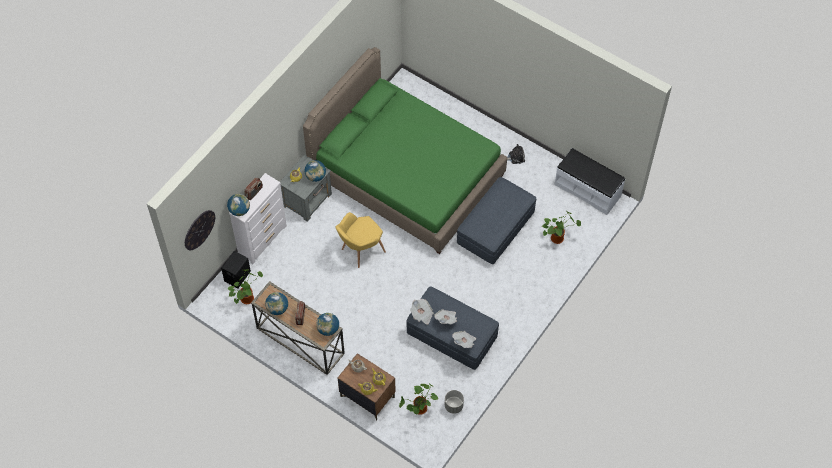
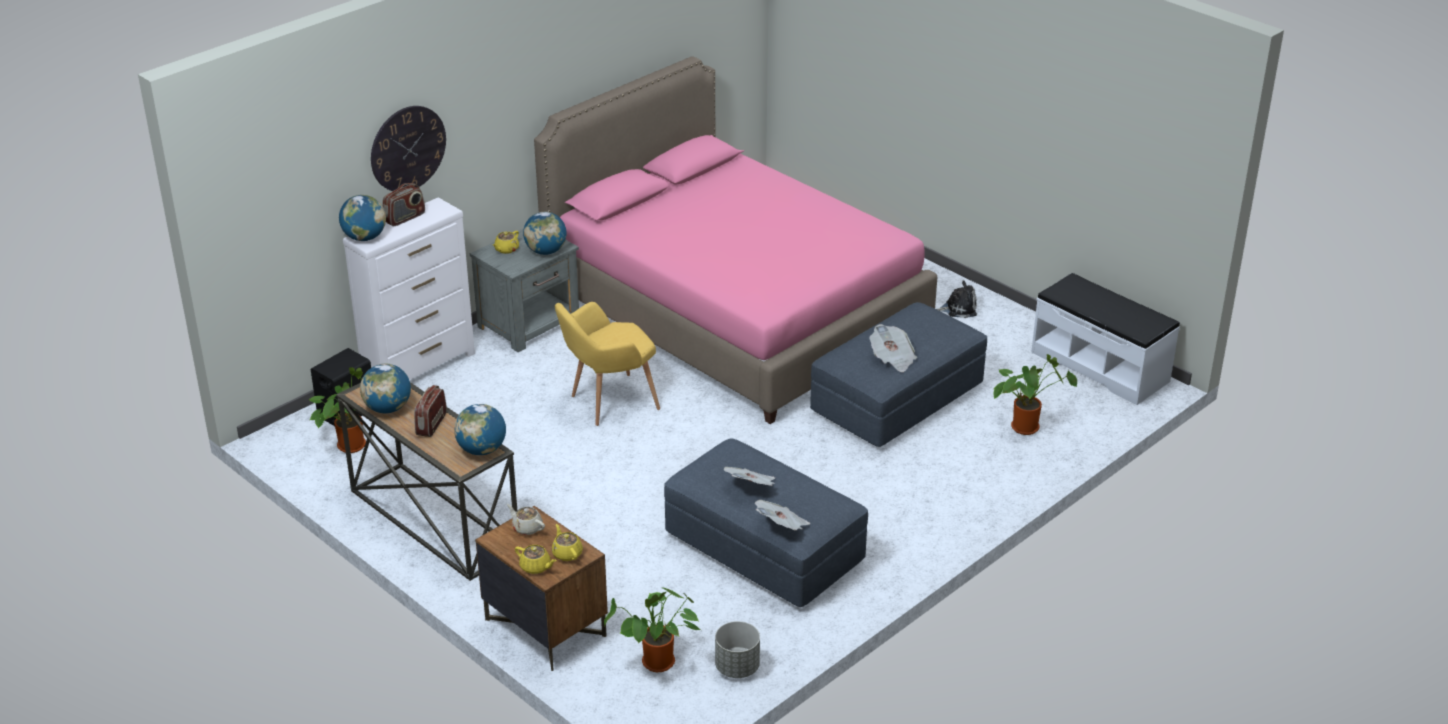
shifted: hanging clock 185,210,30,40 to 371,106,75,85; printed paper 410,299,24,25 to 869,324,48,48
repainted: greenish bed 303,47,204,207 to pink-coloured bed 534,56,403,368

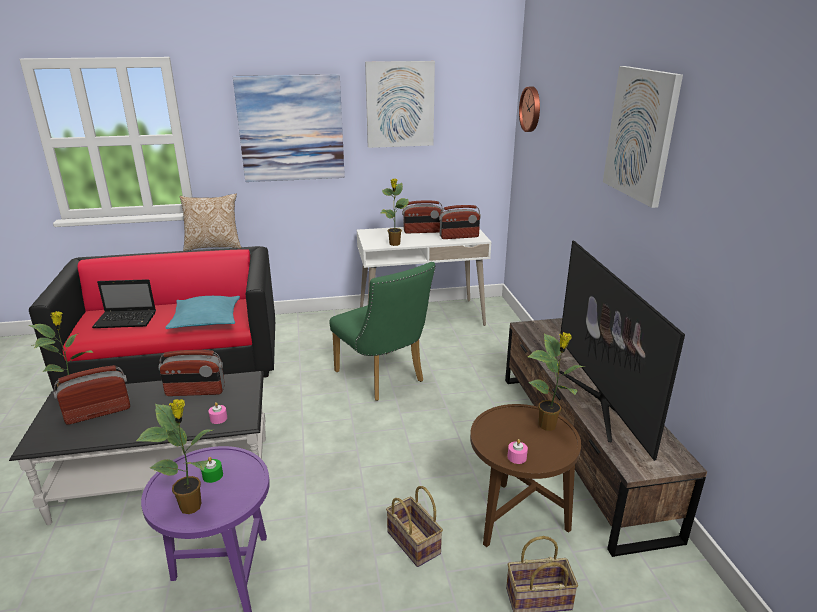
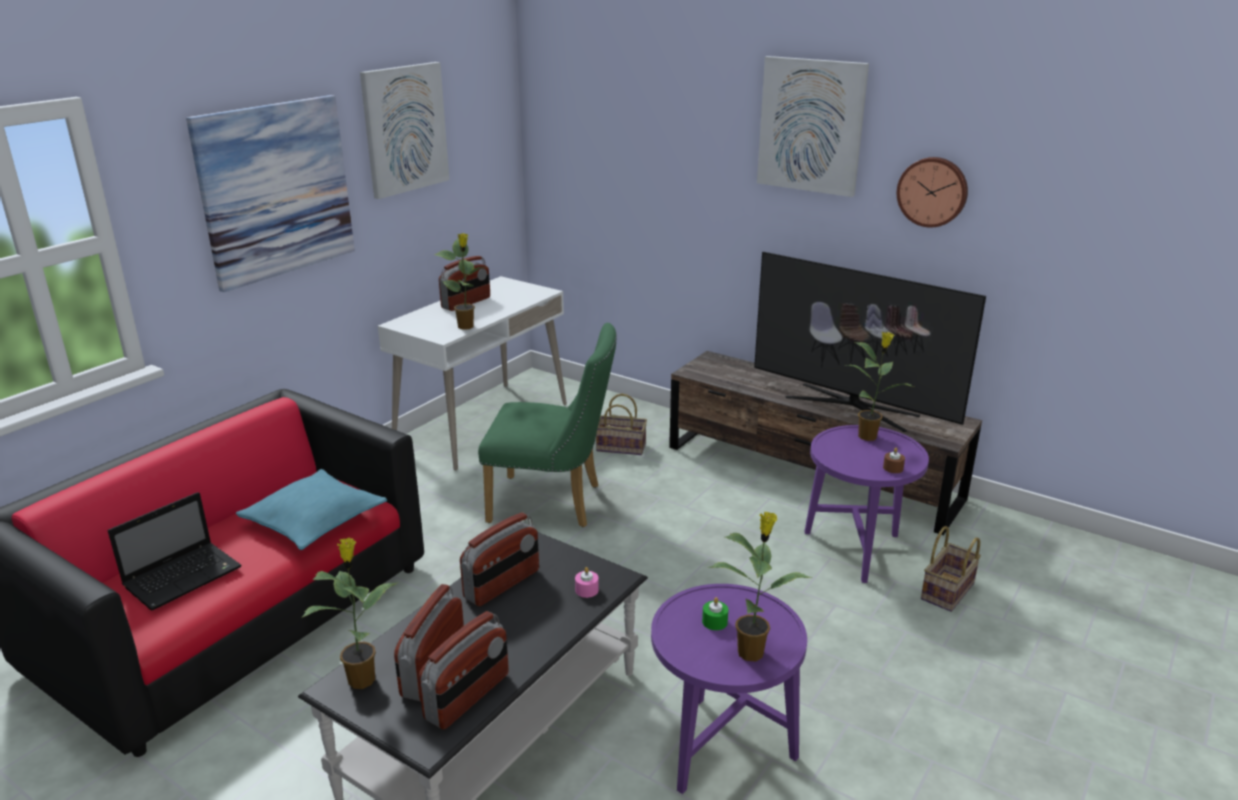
gone: cushion 179,194,62,57
shifted: radio 439,205,42,34 to 418,611,91,118; basket 386,486,57,81 to 596,393,51,62; hanging clock 519,87,21,45 to 897,157,71,71
repainted: brown accent table 470,404,111,143 to purple accent table 805,425,124,158; pink-coloured wax light 507,439,21,25 to brown wax light 883,447,22,26

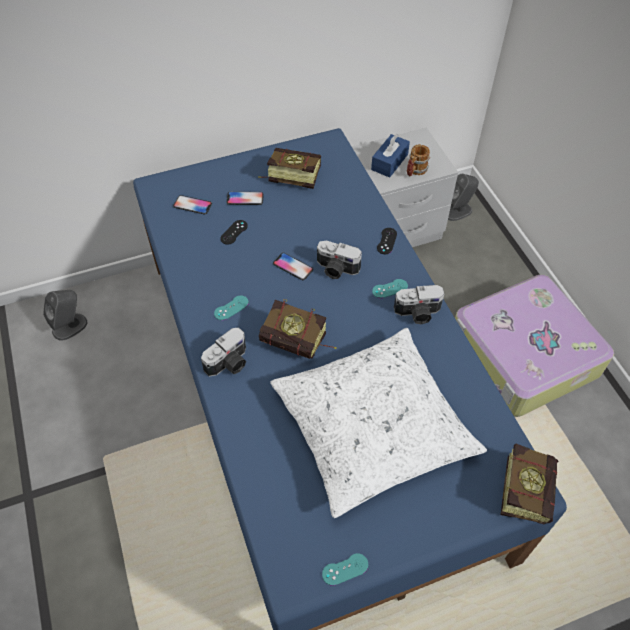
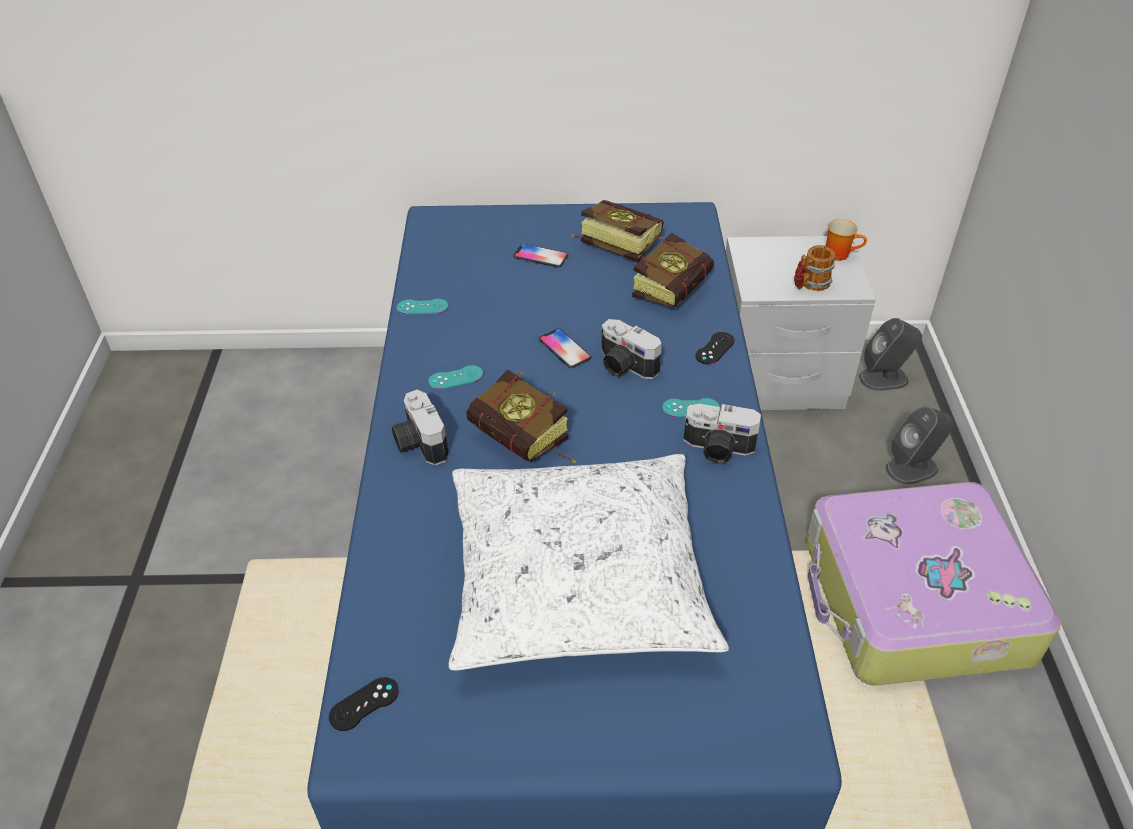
gone: phone 173,195,39,19; bluish tissue box 371,134,39,44
new: coffee mug 825,219,42,42
shifted: blackish gamepad 220,220,28,25 to 329,677,70,54; turquoise gamepad 322,553,46,33 to 397,299,51,16; bound book 501,444,58,81 to 632,233,82,75; greyish speaker 43,290,44,51 to 886,407,67,77
rotated: photo camera 201,327,45,50 = 391,389,58,77 90 degrees clockwise

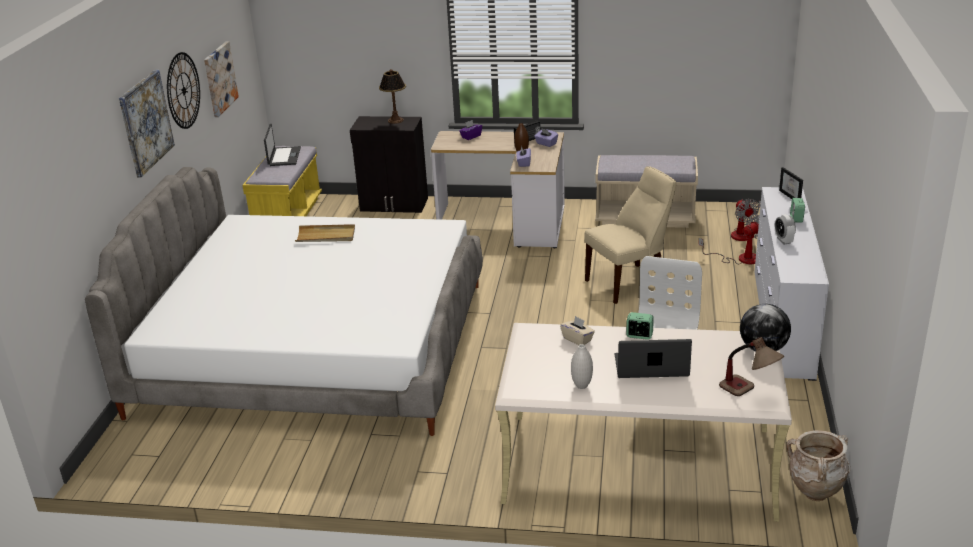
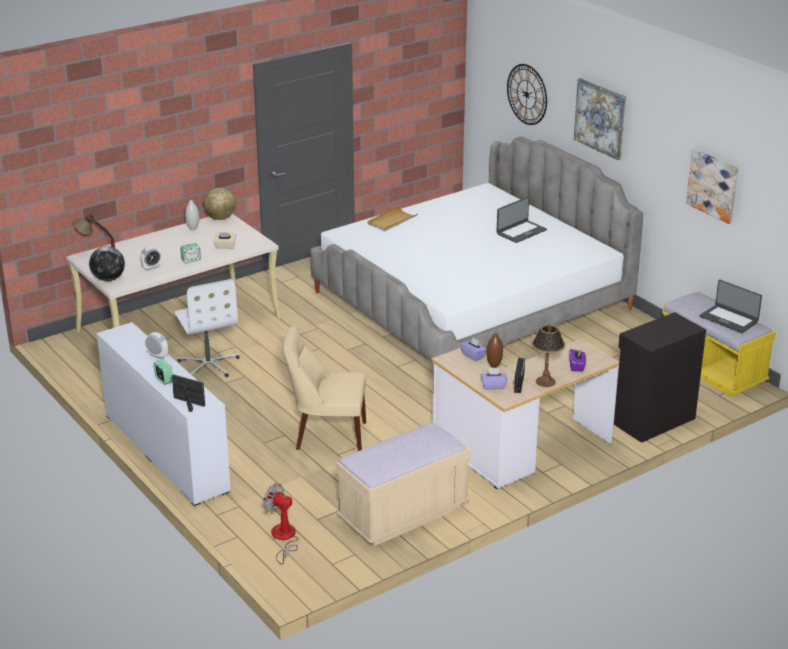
gone: fan 698,214,61,50; beige decorative vase 787,430,63,71
new: alarm clock 140,246,21,25; globe 203,188,33,32
shifted: beige carrying tray 295,224,60,18 to 368,206,50,25; laptop 615,339,77,39 to 497,197,50,46; hanging clock 167,52,33,77 to 507,64,40,61; tabletop lamp 379,69,27,55 to 532,324,33,63
rotated: beige upright chair 584,166,92,138 = 283,326,83,125 75 degrees clockwise

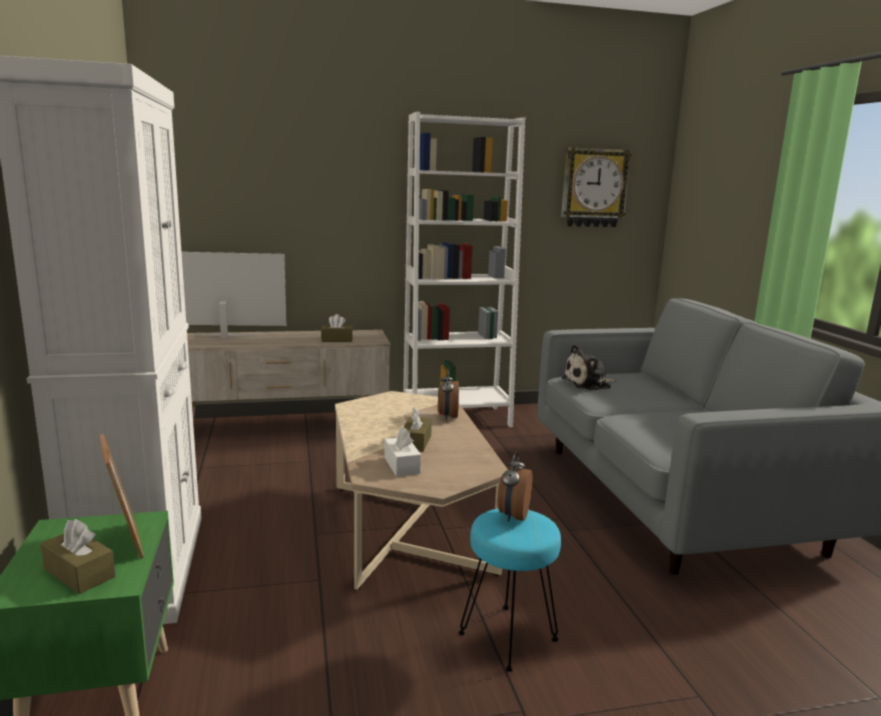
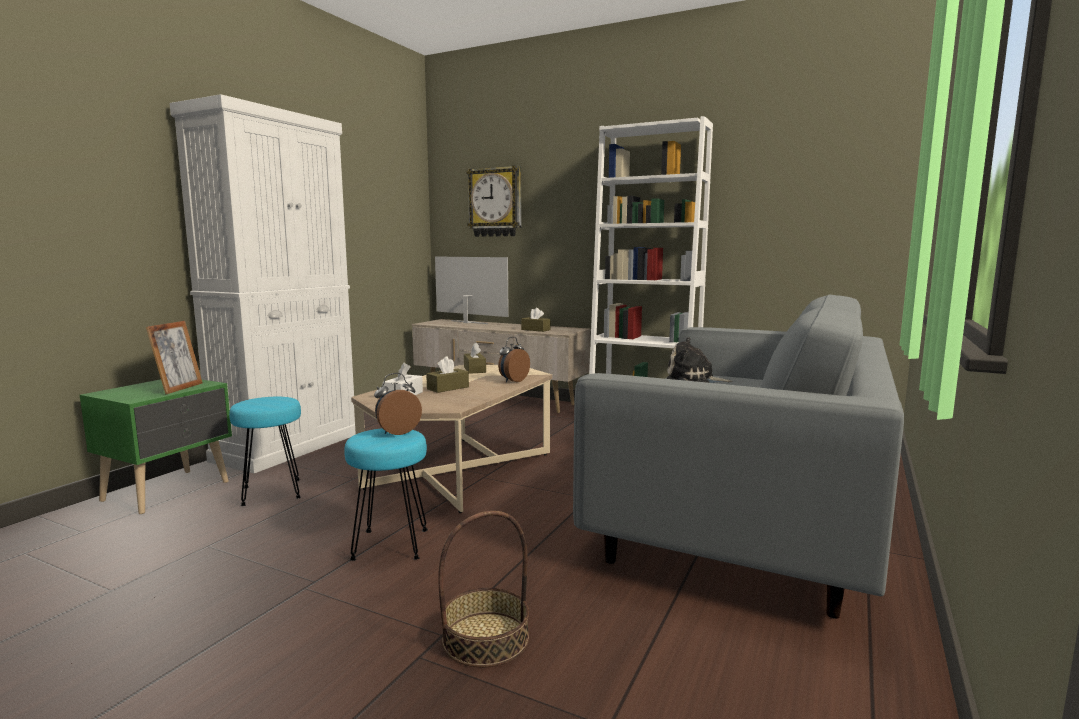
new: turquoise sitting stool 229,397,72,109; basket 438,511,91,156
shifted: brown tissue box 41,519,74,75 to 464,342,22,32; hanging clock 561,147,71,80 to 466,166,55,71

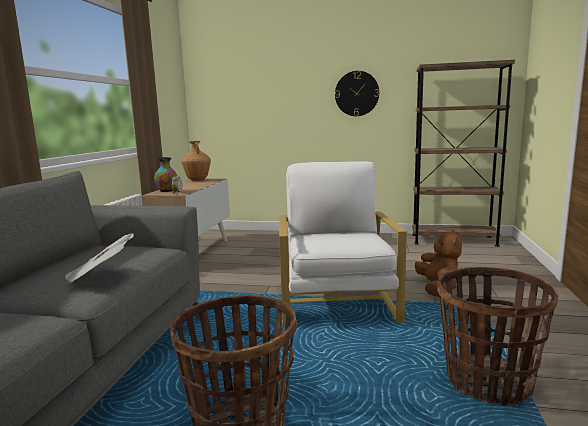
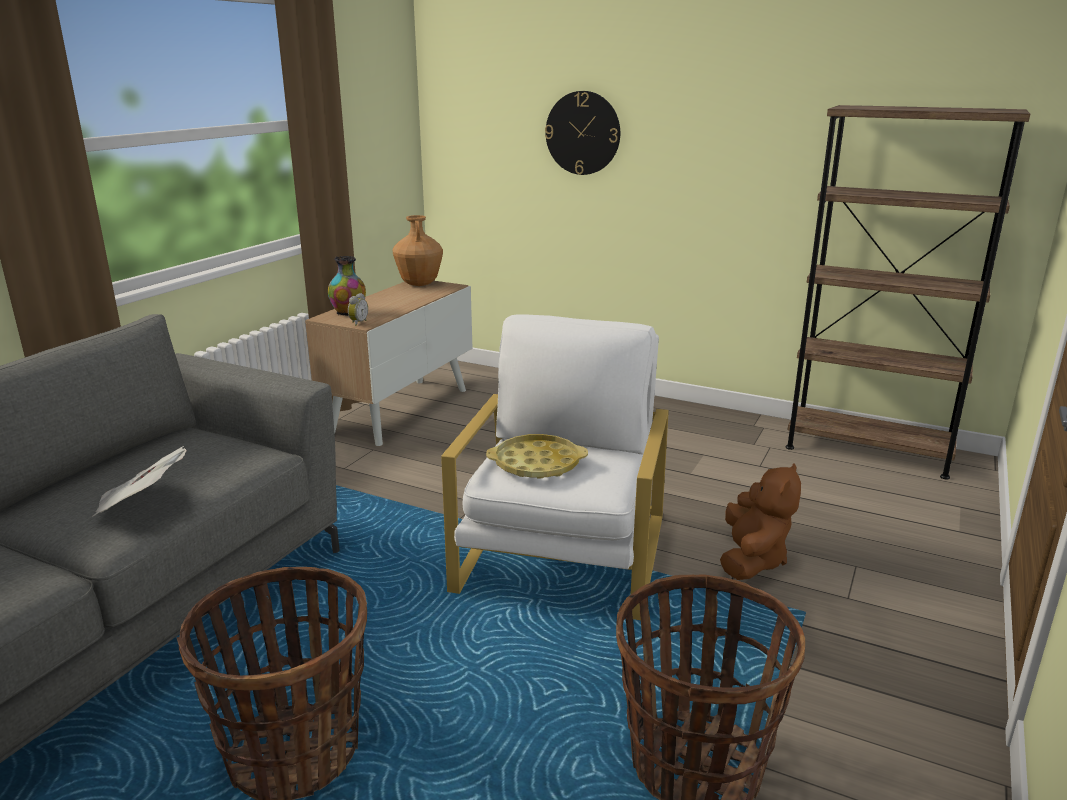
new: yellowish carrying tray 486,434,102,45
shifted: hanging clock 335,71,44,45 to 545,91,75,84

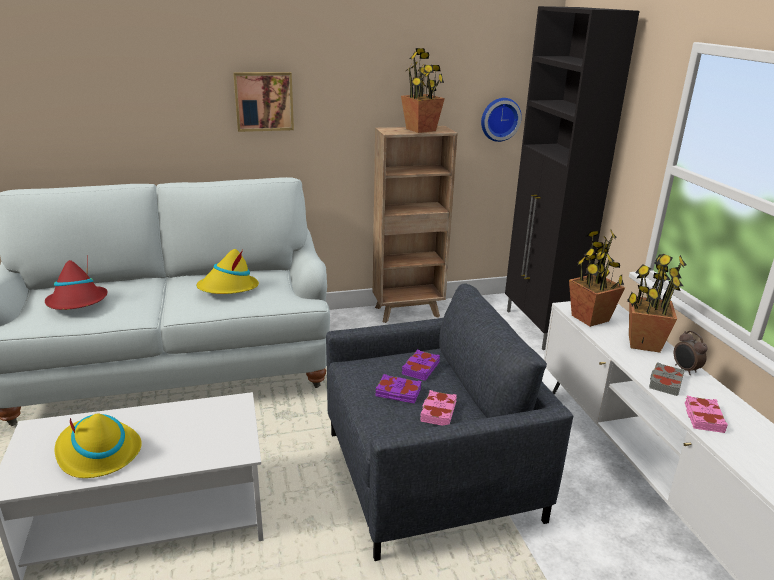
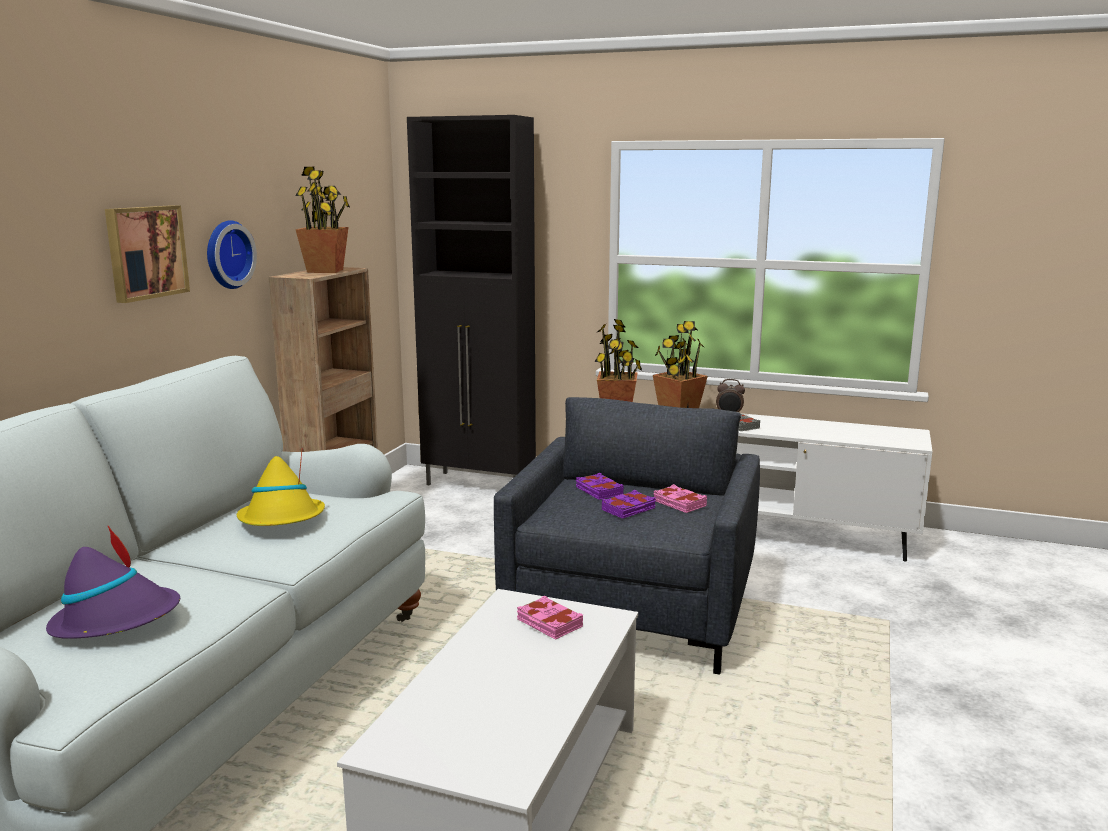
gone: yellowish clothing hat 55,413,87,65
shifted: hanging clock 481,98,41,44 to 207,220,50,69; pink-coloured bound book 685,396,43,37 to 517,596,66,44
repainted: red-coloured clothing hat 45,254,62,56 to purple clothing hat 46,525,134,114

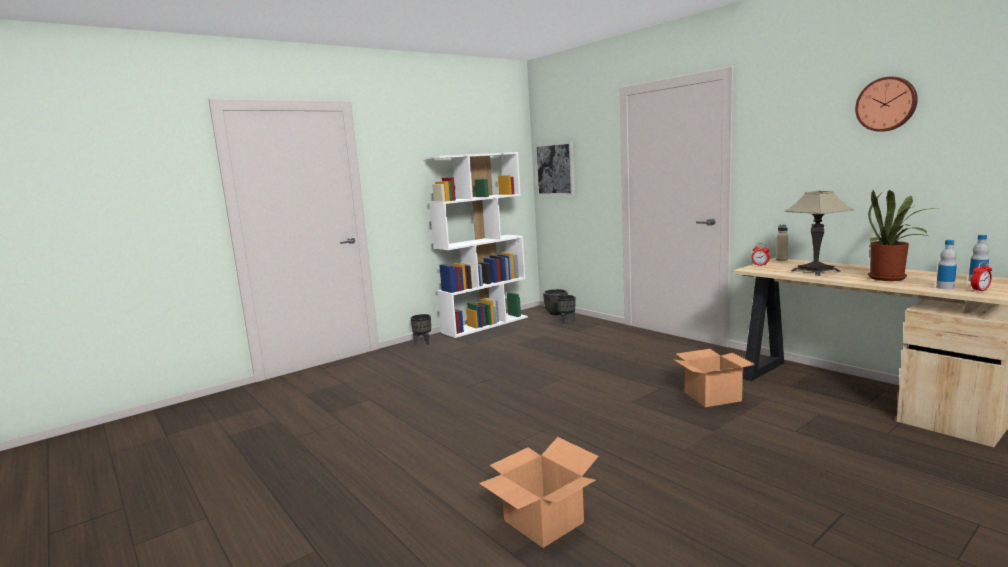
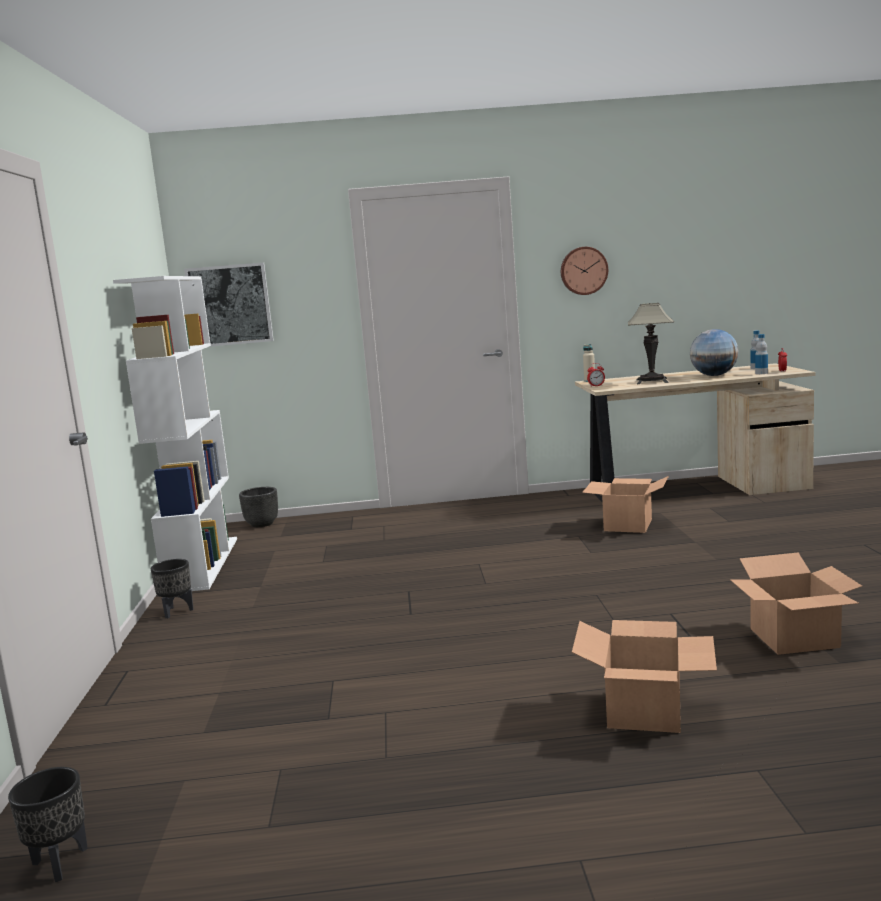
new: packing box 572,620,145,113
shifted: blackish flower pot 557,295,18,29 to 8,767,80,115; hanging clock 855,77,63,55 to 561,247,47,48
swapped: houseplant 868,190,68,91 to globe 690,329,49,47

